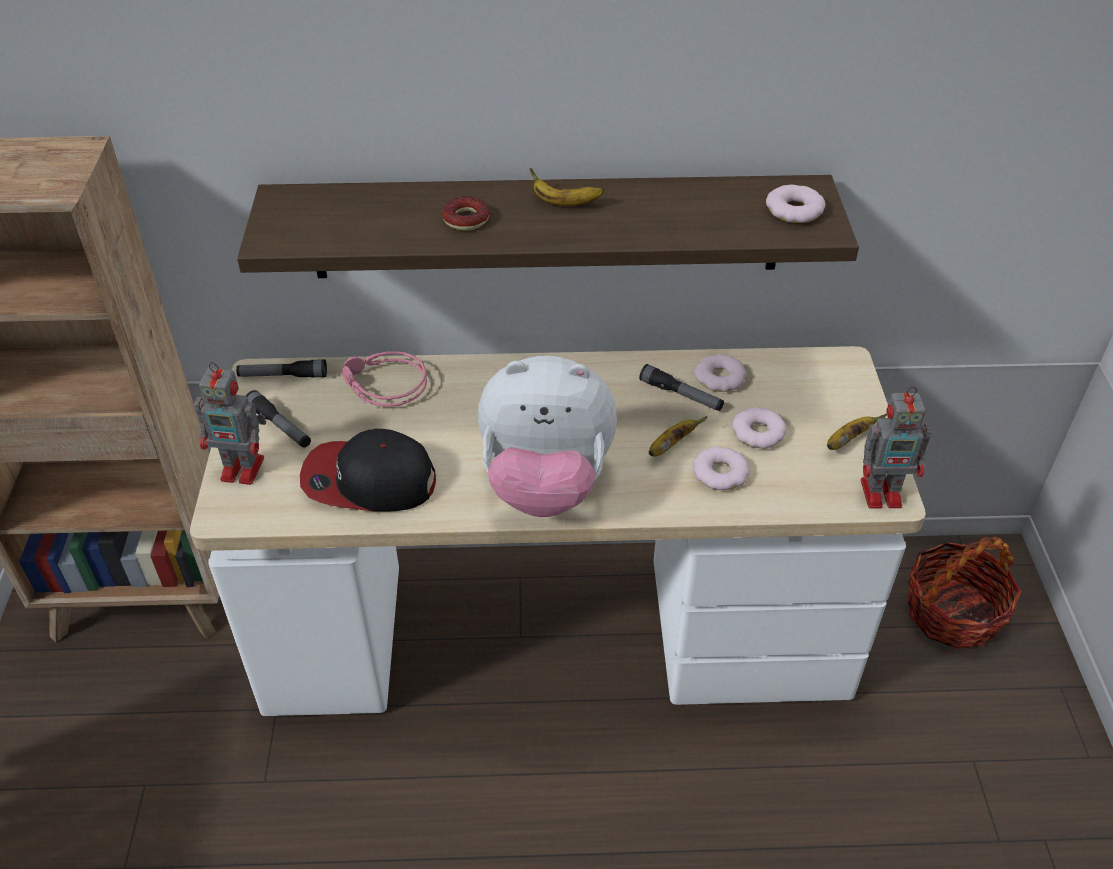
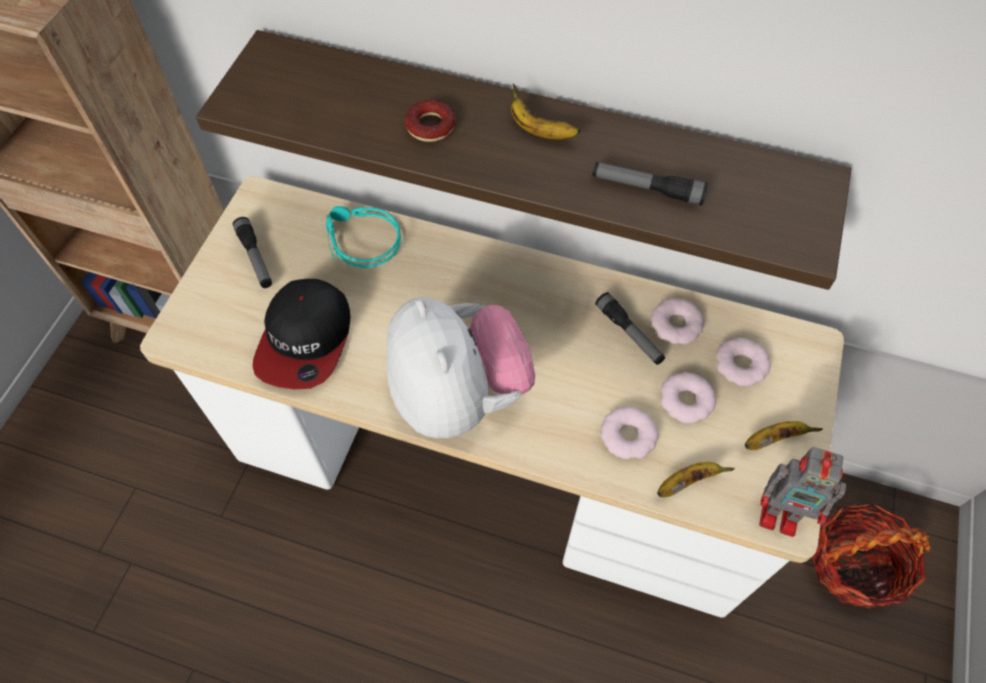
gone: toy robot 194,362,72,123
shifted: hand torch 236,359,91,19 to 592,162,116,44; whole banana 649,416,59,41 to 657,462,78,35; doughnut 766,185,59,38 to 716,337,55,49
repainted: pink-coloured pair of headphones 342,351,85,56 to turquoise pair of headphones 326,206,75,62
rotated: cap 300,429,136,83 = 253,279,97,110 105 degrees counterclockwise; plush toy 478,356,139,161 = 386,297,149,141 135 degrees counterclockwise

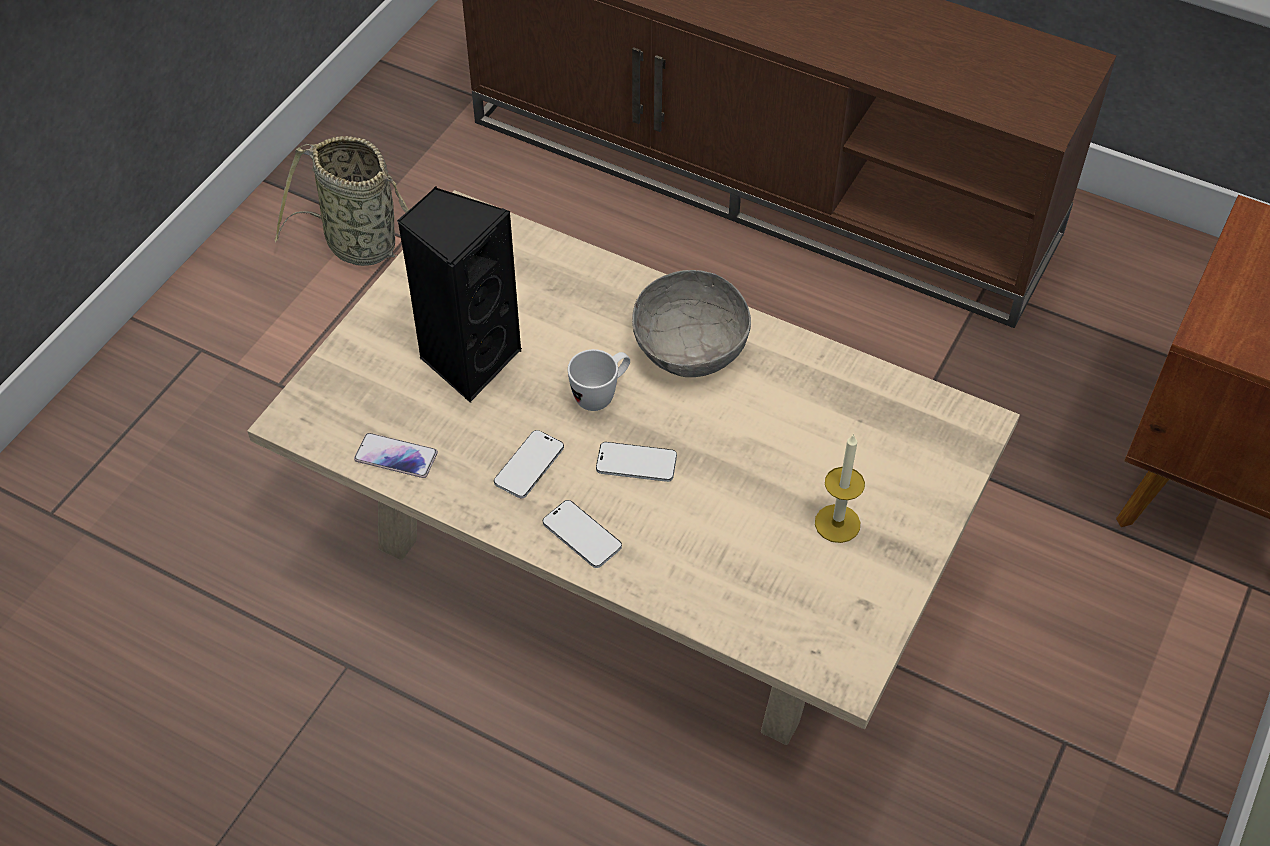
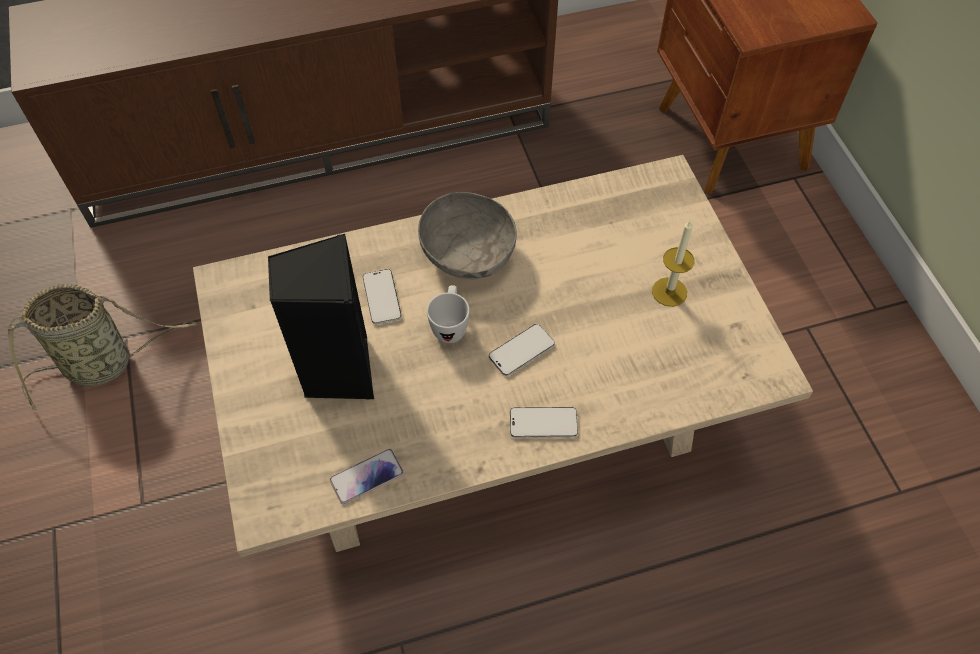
shifted: phone 494,430,70,68 to 363,269,39,55

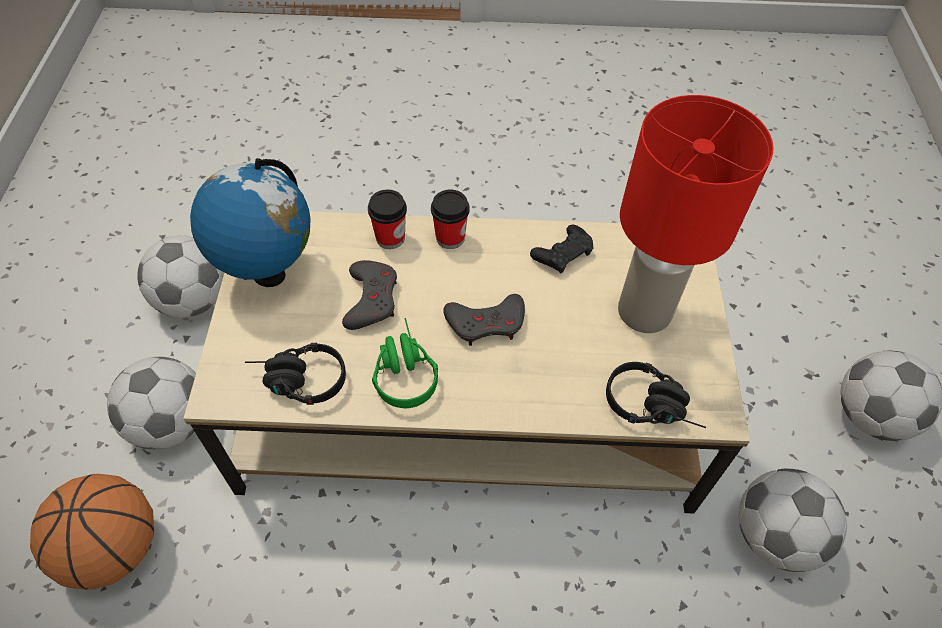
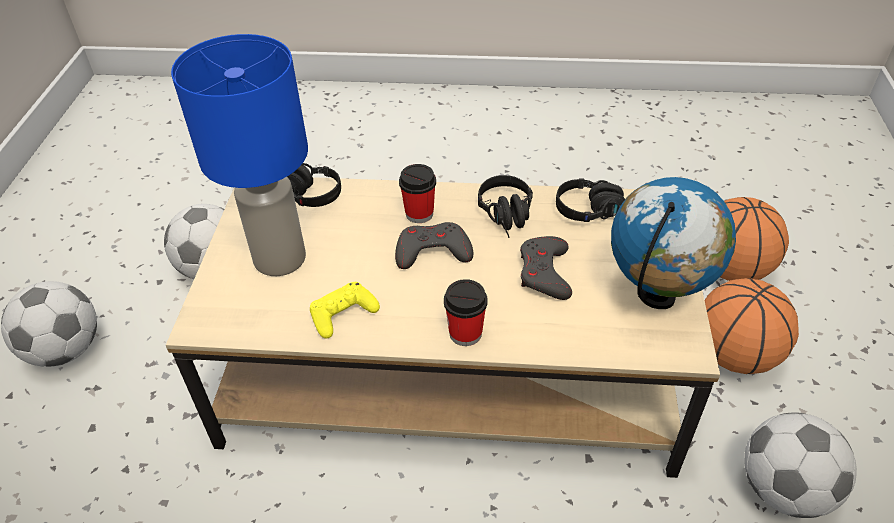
shifted: drinking cup 368,189,39,60 to 399,164,37,59
swapped: ball for football 107,357,89,92 to basketball 704,278,95,96
repainted: red-coloured tabletop lamp 618,95,156,238 to bluish tabletop lamp 171,34,137,242; blackish gamepad 530,225,64,48 to yellowish gamepad 310,282,70,56; greenish pair of headphones 372,318,66,90 to blackish pair of headphones 478,175,55,63

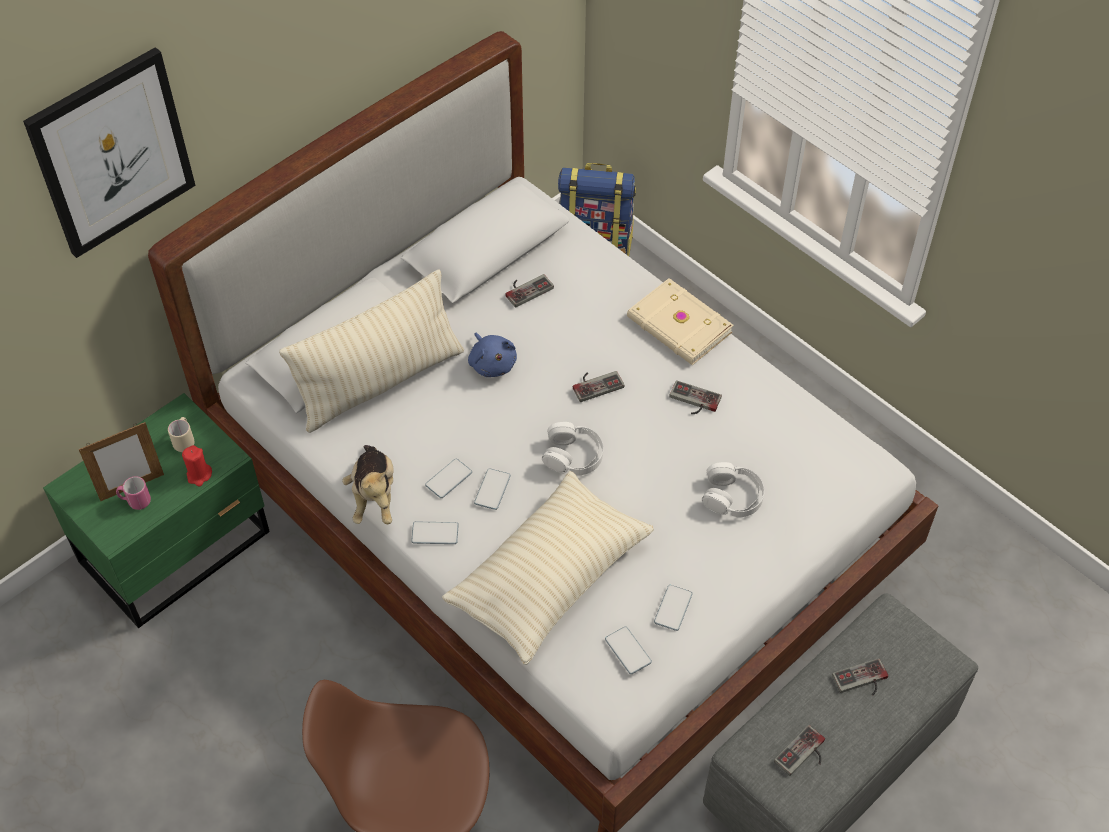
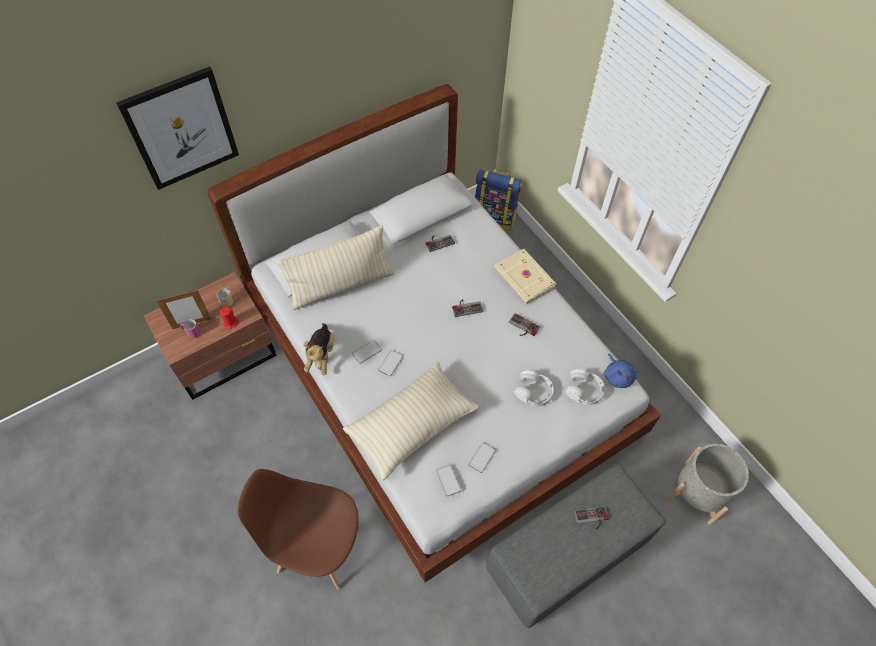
gone: phone 411,522,48,22; gamepad 774,725,51,51
new: greyish flower pot 667,444,82,81
shifted: white pair of headphones 542,422,62,53 to 565,369,40,36; bluish plush toy 468,332,49,45 to 604,354,34,34
repainted: greenish bedside table 43,393,227,235 to brown bedside table 144,272,133,128

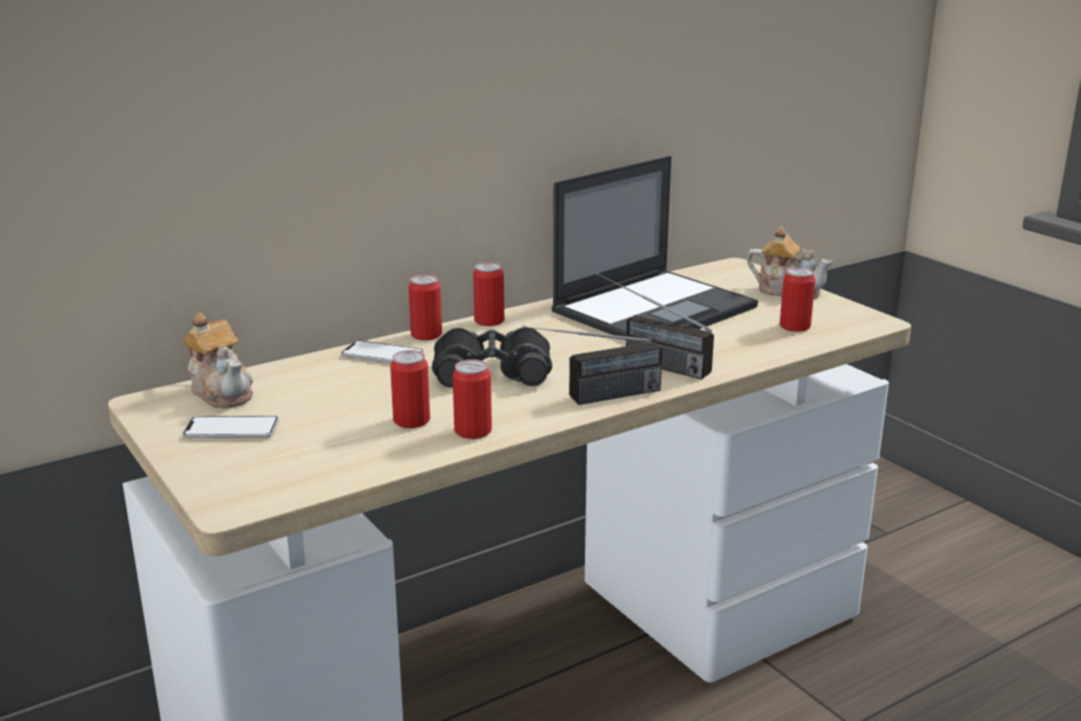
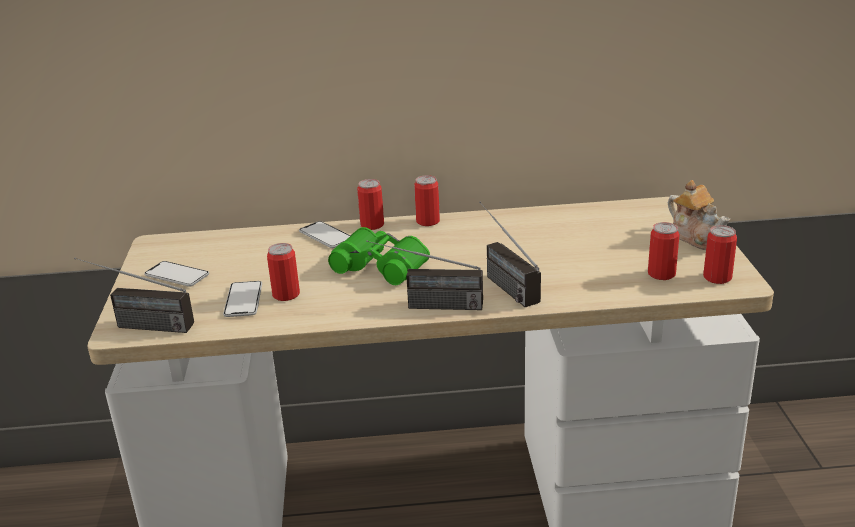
gone: tea pot 183,313,70,96; laptop 551,156,207,181
new: radio 74,258,120,75; phone 223,281,39,36
shifted: can 453,359,39,80 to 703,225,34,59
repainted: blackish binoculars 432,327,120,61 to greenish binoculars 328,227,102,58

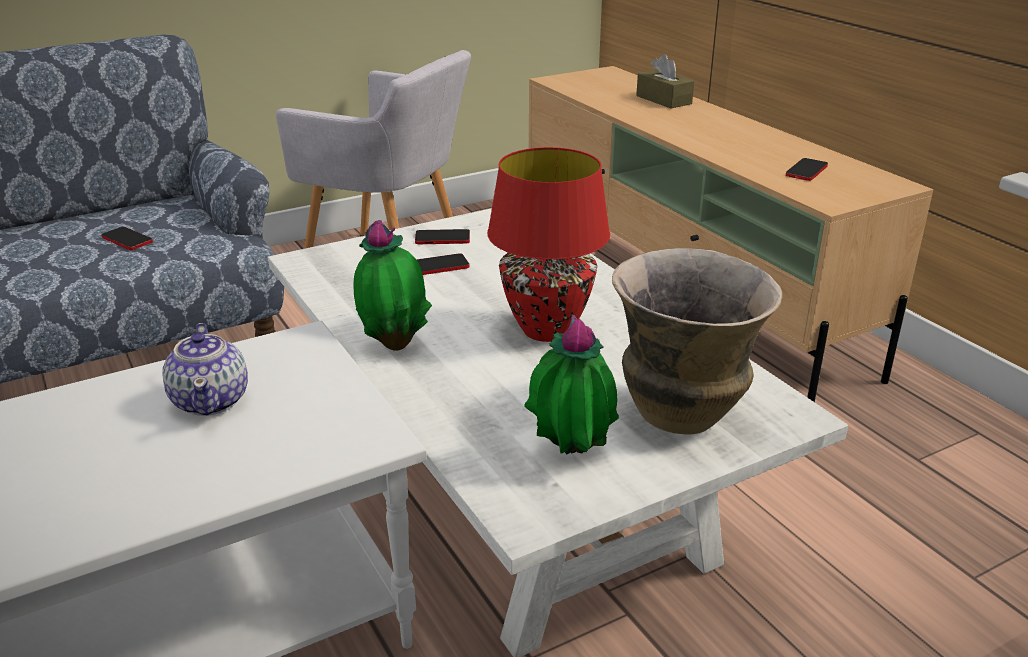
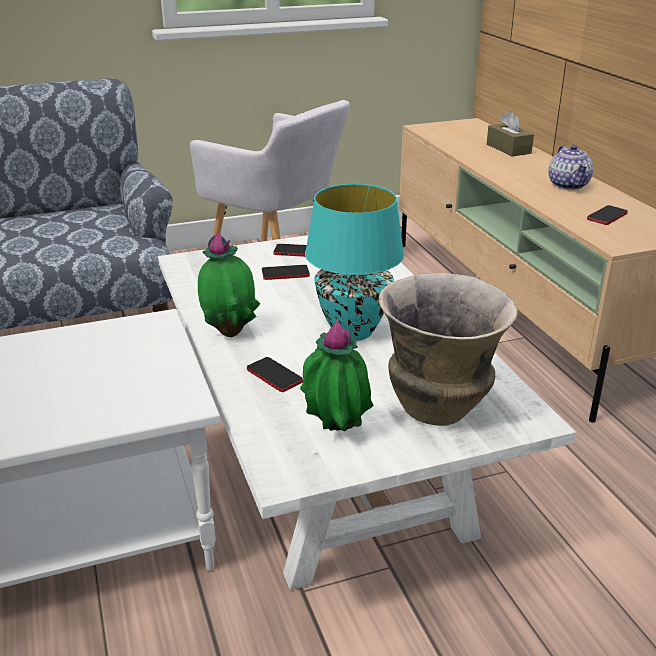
shifted: phone 101,227,52,23 to 247,357,56,35; tea pot 162,323,86,93 to 548,145,45,45
repainted: red-coloured tabletop lamp 487,147,123,195 to turquoise tabletop lamp 305,184,99,157

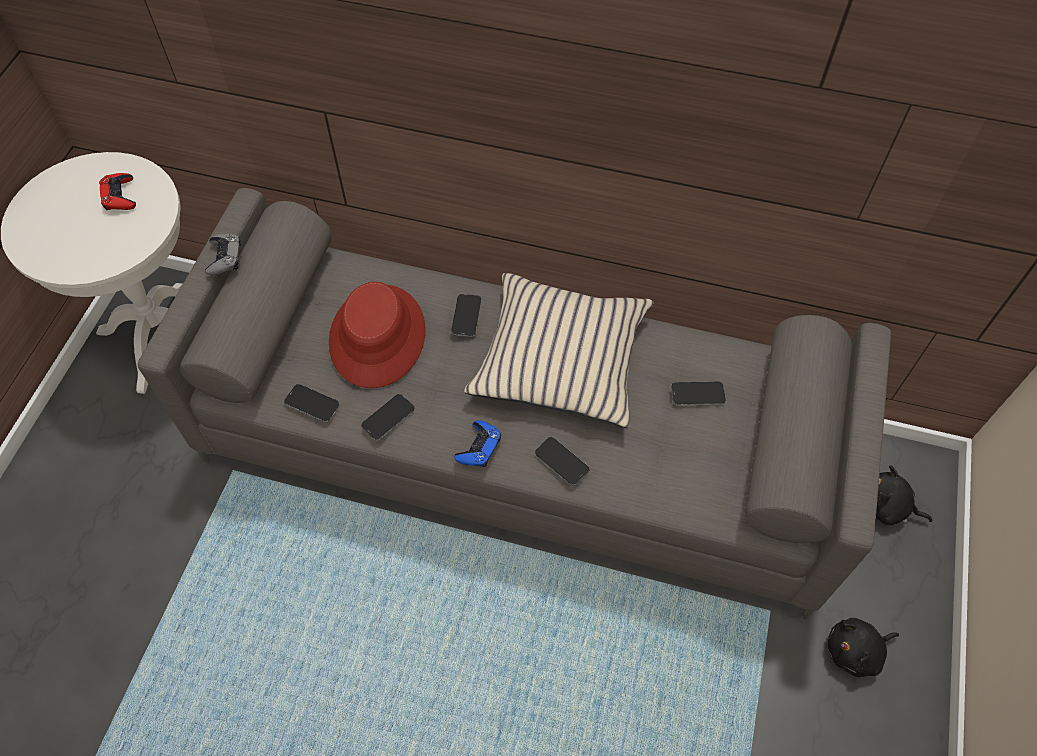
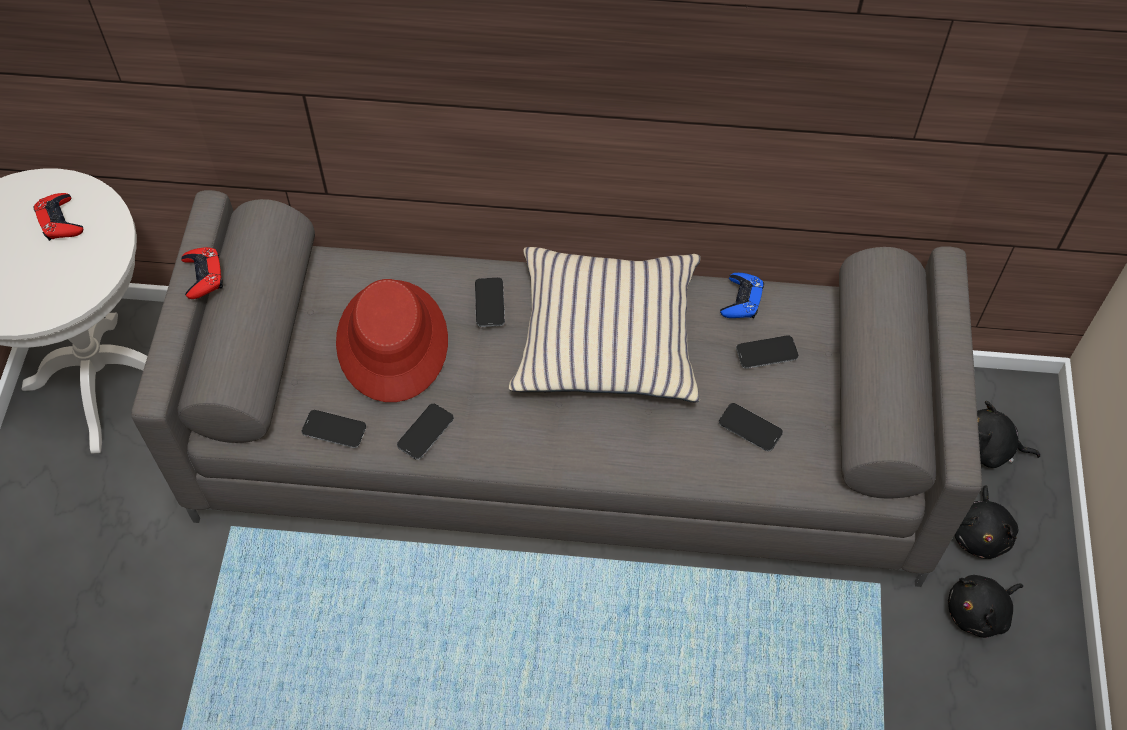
new: blackish plush toy 955,485,64,74
shifted: phone 535,437,55,48 to 719,403,64,49; bluish gamepad 454,420,47,47 to 720,273,44,45
repainted: greyish gamepad 205,233,36,42 to red-coloured gamepad 181,247,42,52

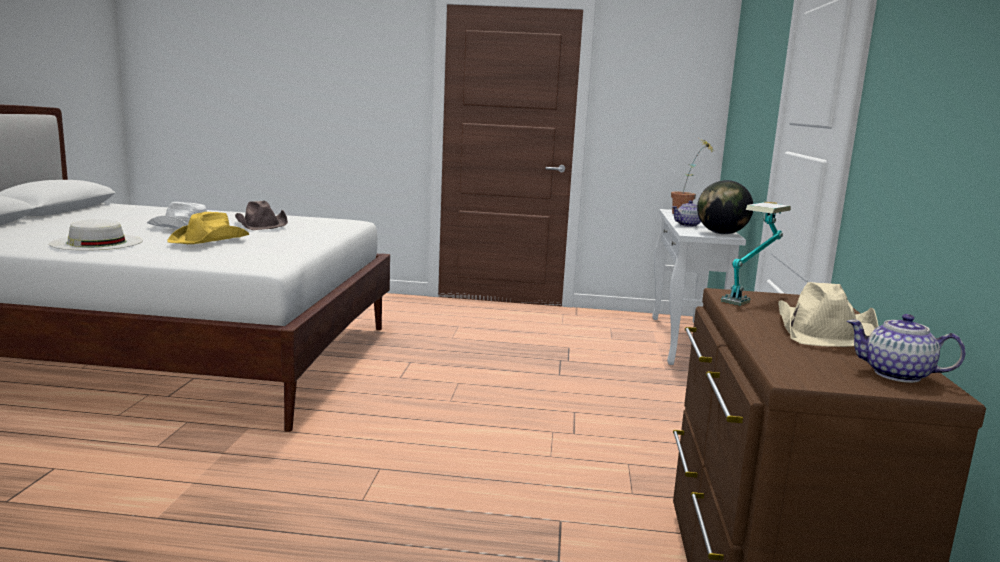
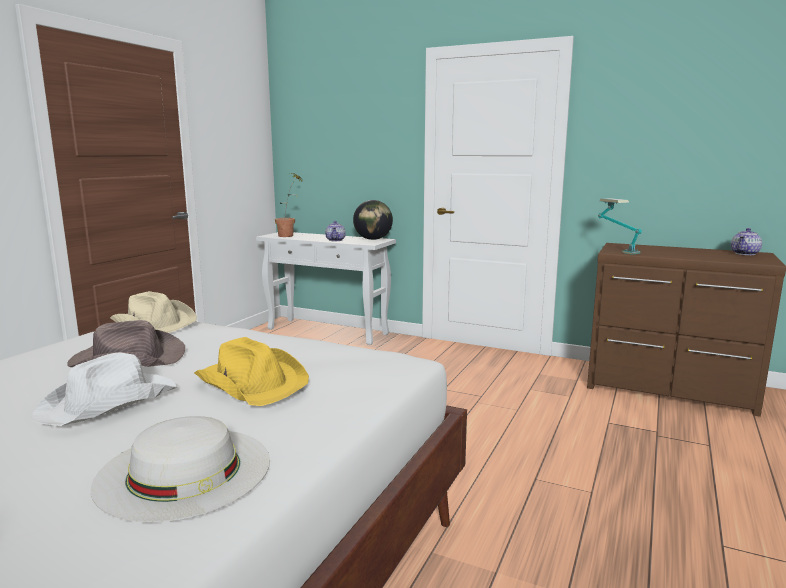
shifted: beige clothing hat 778,282,100,65 to 110,291,87,42

